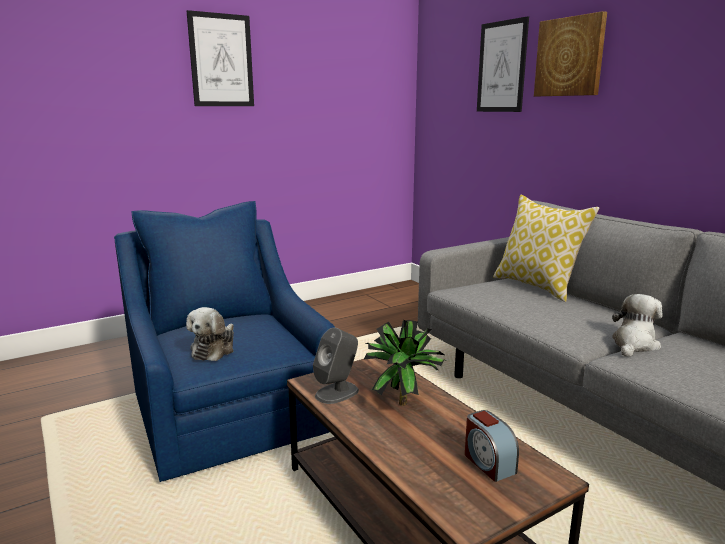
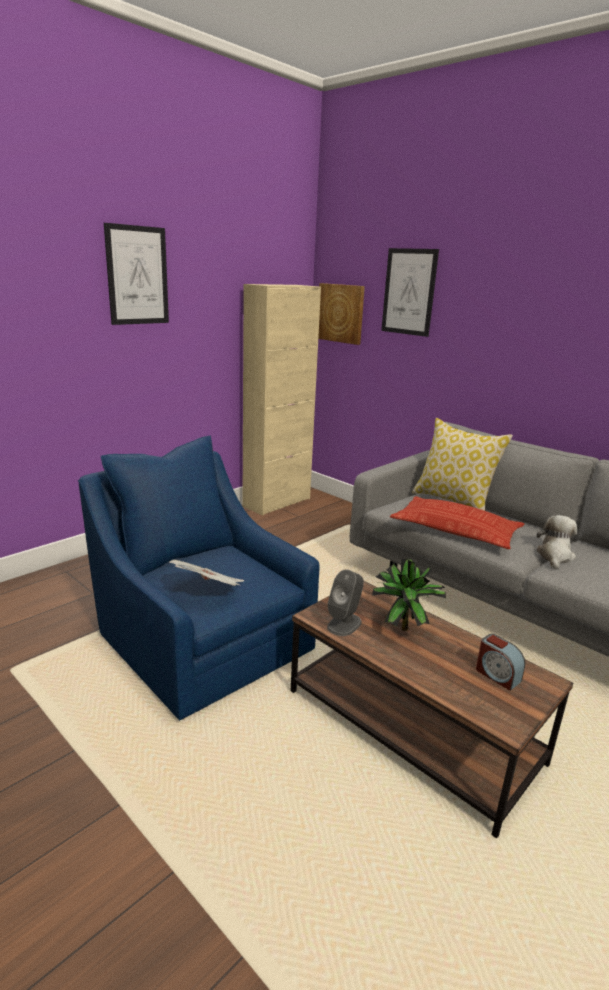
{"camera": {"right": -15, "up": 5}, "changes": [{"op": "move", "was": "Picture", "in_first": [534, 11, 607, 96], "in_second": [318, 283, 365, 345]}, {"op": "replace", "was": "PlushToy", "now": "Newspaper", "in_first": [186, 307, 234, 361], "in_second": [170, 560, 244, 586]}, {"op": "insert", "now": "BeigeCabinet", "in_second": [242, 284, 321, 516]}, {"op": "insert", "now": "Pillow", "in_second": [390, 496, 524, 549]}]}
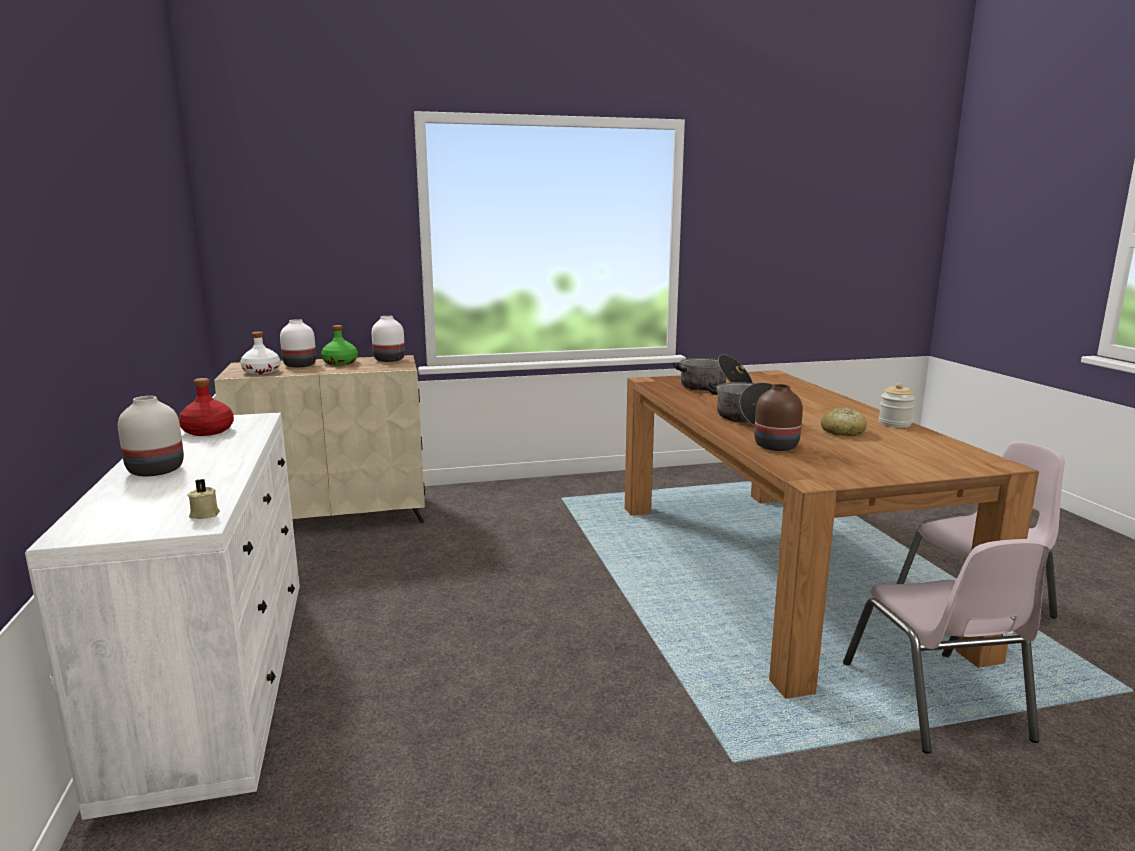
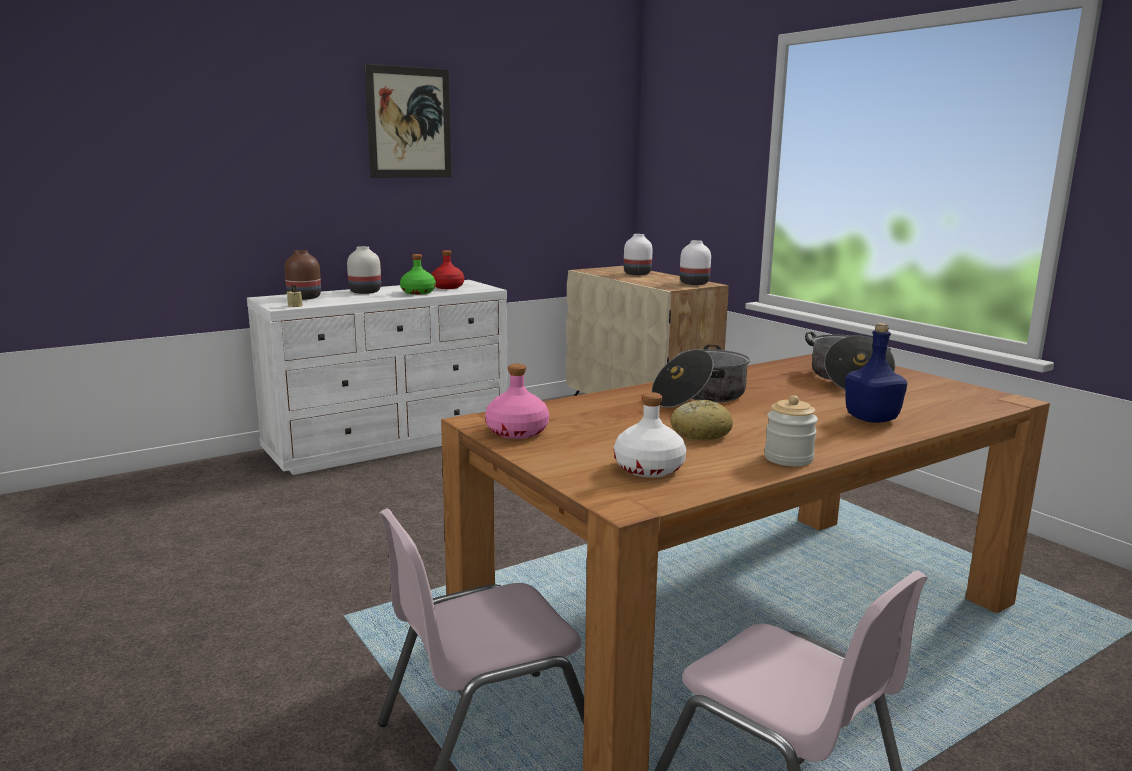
{"camera": {"right": 70, "up": 0}, "changes": [{"op": "move", "was": "GreenBottle", "in_first": [321, 325, 358, 365], "in_second": [400, 254, 436, 295]}, {"op": "move", "was": "WhiteBottle", "in_first": [240, 332, 281, 374], "in_second": [614, 392, 686, 478]}, {"op": "move", "was": "BrownVase", "in_first": [754, 384, 803, 451], "in_second": [284, 250, 321, 300]}, {"op": "insert", "now": "Picture", "in_second": [364, 64, 452, 178]}, {"op": "insert", "now": "BlueBottle", "in_second": [845, 323, 907, 423]}, {"op": "insert", "now": "PinkBottle", "in_second": [485, 364, 549, 439]}]}
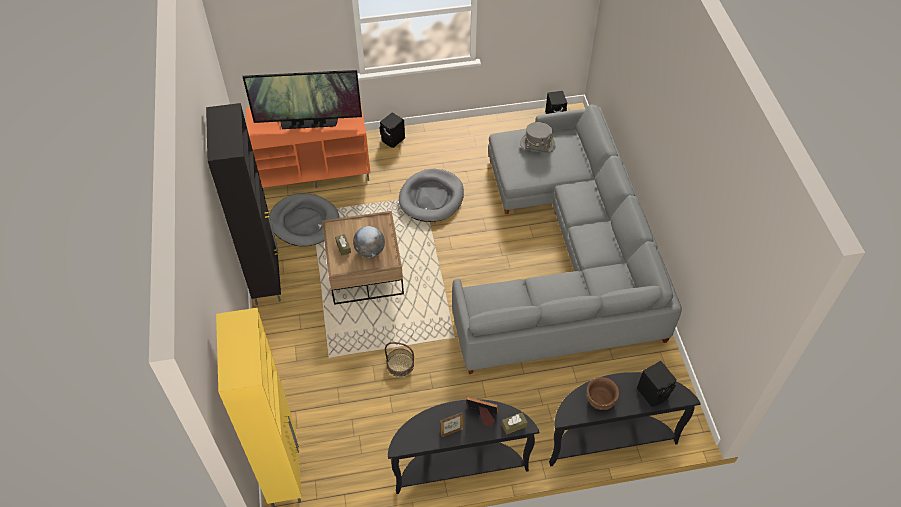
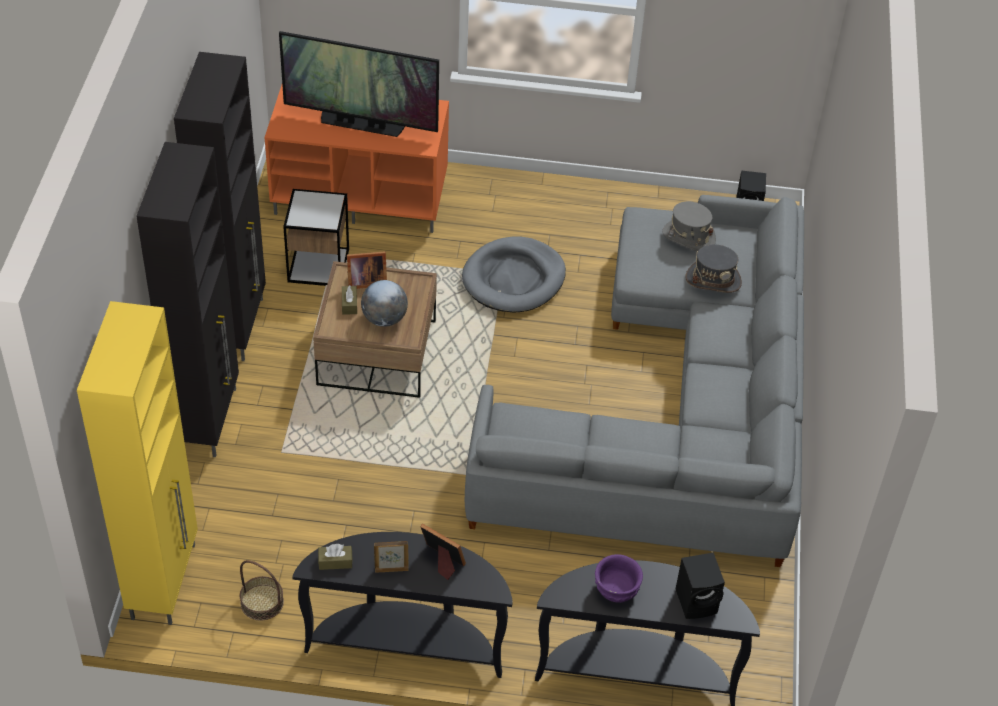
{"camera": {"right": 15, "up": -5}, "changes": [{"op": "delete", "was": "BlackSpeaker", "in_first": [379, 112, 405, 148]}, {"op": "replace", "was": "GreyDogBed", "now": "SideTable", "in_first": [269, 193, 339, 246], "in_second": [283, 189, 349, 286]}, {"op": "move", "was": "Basket", "in_first": [385, 342, 414, 377], "in_second": [240, 560, 284, 621]}, {"op": "recolor", "was": "BrownBowl", "now": "PurpleBowl", "in_first": [586, 377, 619, 410], "in_second": [595, 554, 643, 603]}, {"op": "move", "was": "BrownTissueBox", "in_first": [501, 412, 528, 435], "in_second": [318, 544, 353, 570]}, {"op": "insert", "now": "BlackCabinet", "in_second": [136, 142, 239, 457]}, {"op": "insert", "now": "GreyHat", "in_second": [685, 245, 742, 293]}, {"op": "insert", "now": "PictureFrame", "in_second": [347, 251, 387, 289]}]}
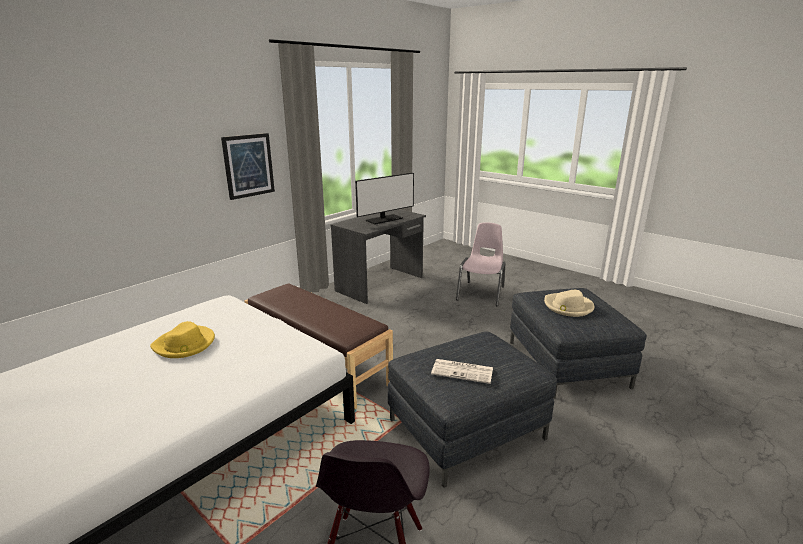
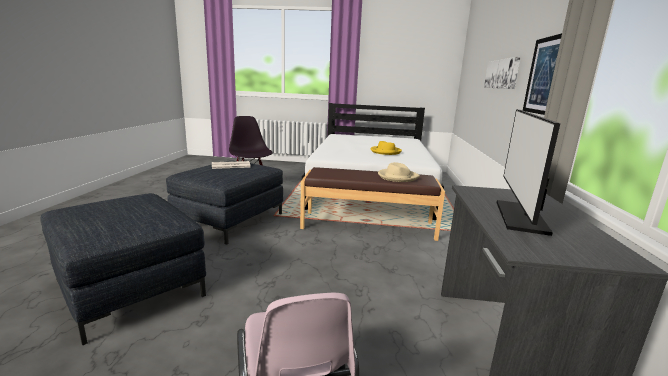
{"camera": {"right": 145, "up": -5}, "changes": [{"op": "move", "was": "BeigeHat", "in_first": [544, 290, 594, 317], "in_second": [378, 162, 420, 182]}, {"op": "insert", "now": "Picture", "in_second": [484, 57, 521, 89]}]}
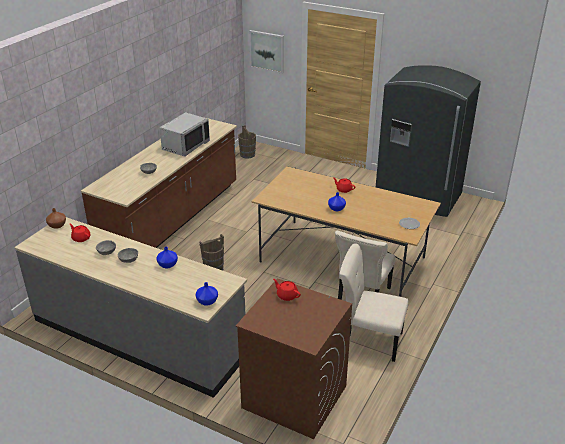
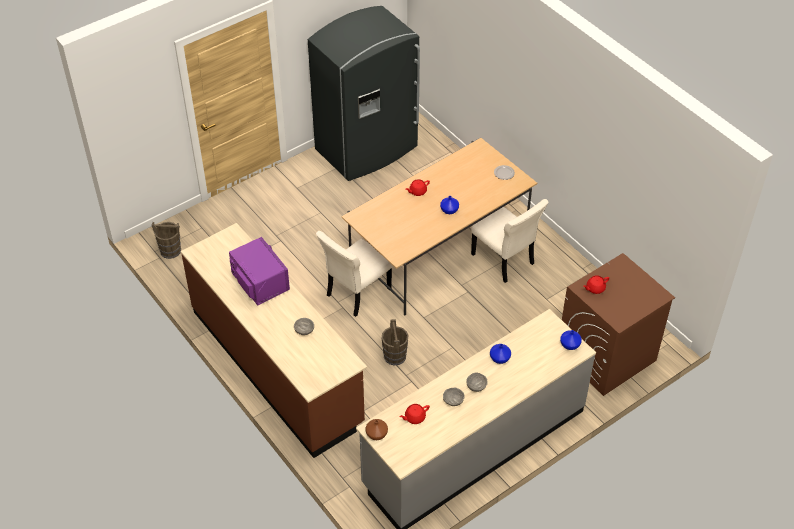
{"camera": {"right": -65, "up": 15}, "changes": [{"op": "delete", "was": "Picture", "in_first": [249, 30, 284, 74]}, {"op": "recolor", "was": "GreyMicrowave", "now": "PurpleMicrowave", "in_first": [160, 112, 210, 157], "in_second": [229, 237, 290, 306]}, {"op": "move", "was": "BeigeChair", "in_first": [340, 243, 408, 362], "in_second": [316, 231, 393, 317]}]}
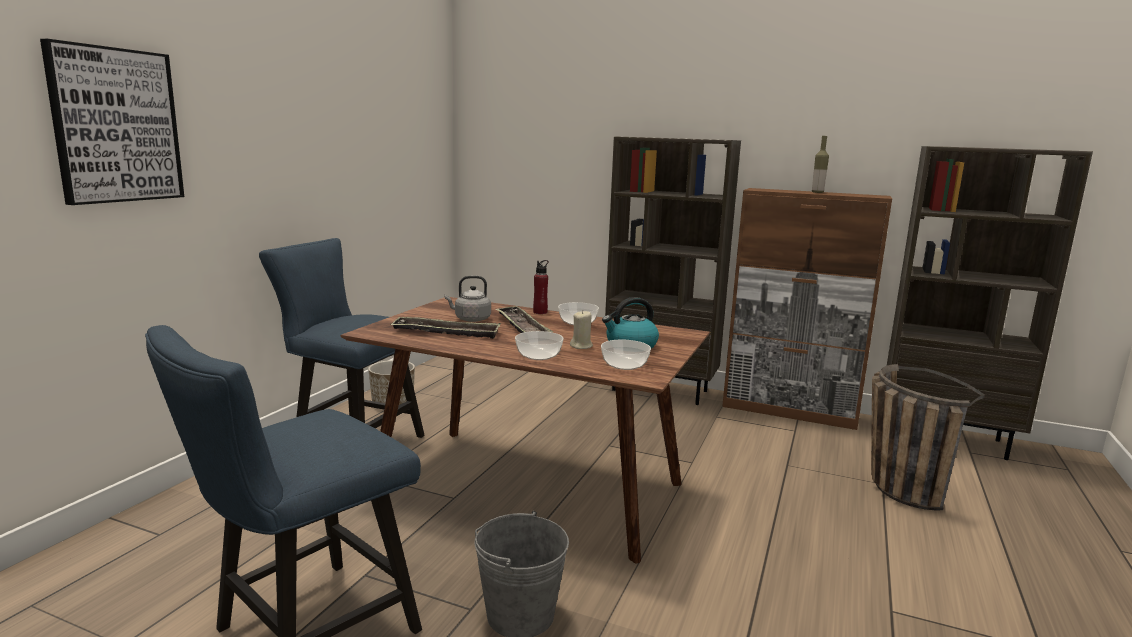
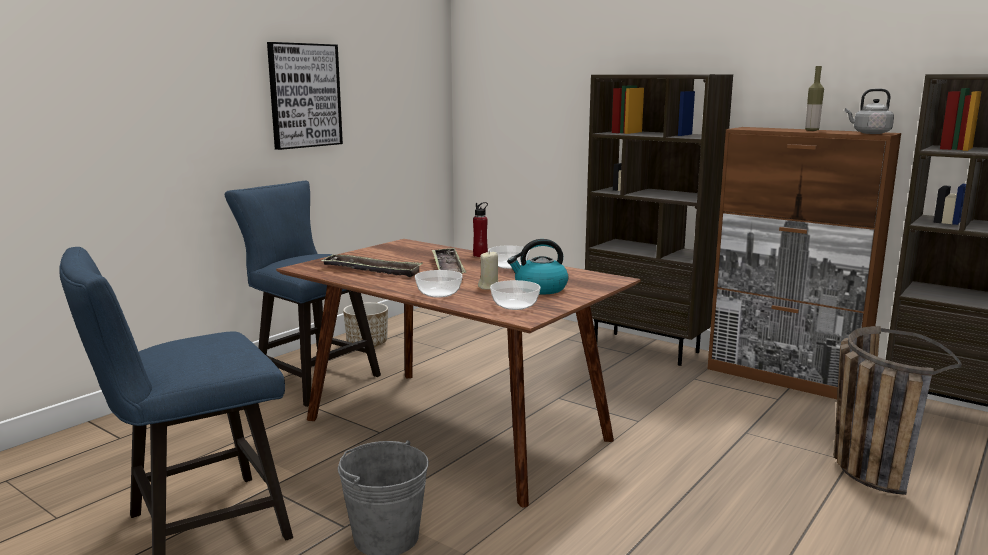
{"camera": {"right": 15, "up": 0}, "changes": [{"op": "move", "was": "Picture", "in_first": [40, 39, 184, 205], "in_second": [267, 42, 343, 150]}, {"op": "move", "was": "GreyKettle", "in_first": [445, 276, 491, 322], "in_second": [845, 88, 894, 134]}]}
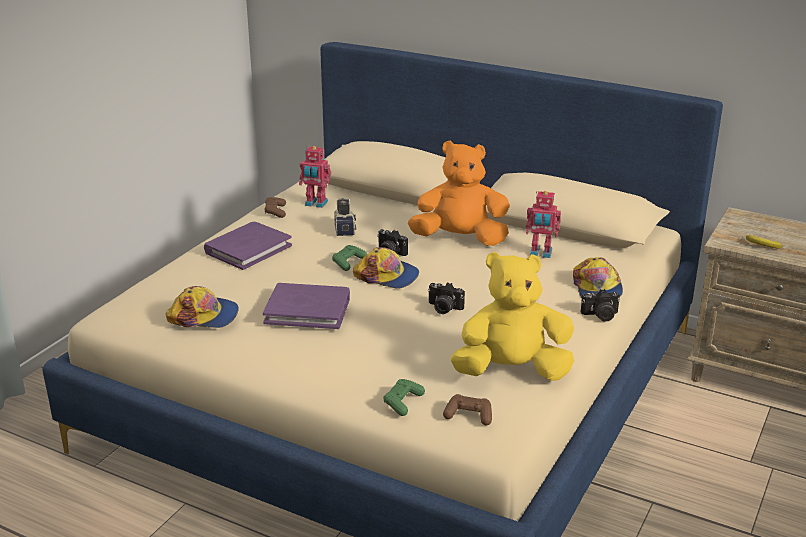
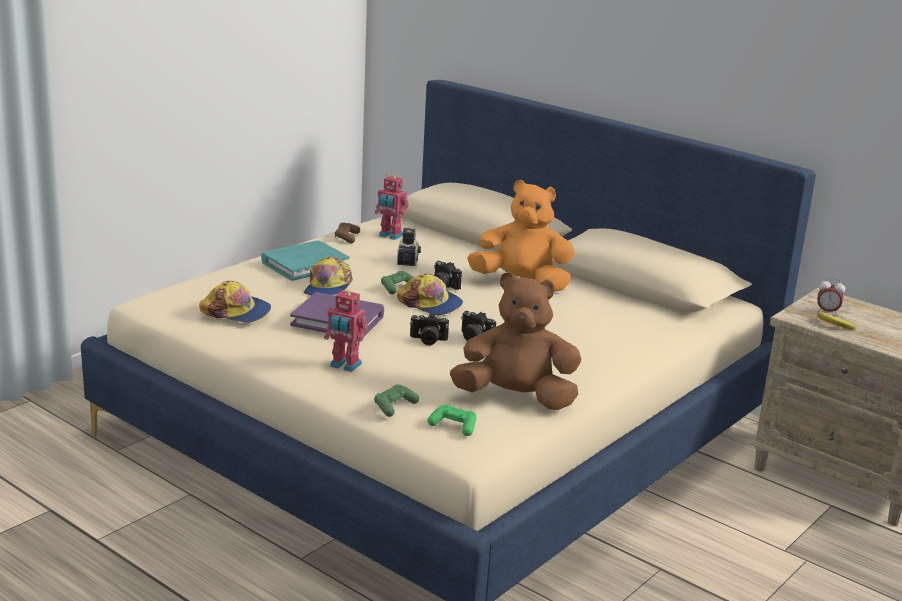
{"camera": {"right": 10, "up": -5}, "changes": [{"op": "move", "was": "ToyRobot", "in_first": [526, 191, 561, 258], "in_second": [324, 289, 368, 372]}, {"op": "recolor", "was": "PurpleBook", "now": "TurquoiseBook", "in_first": [204, 222, 292, 270], "in_second": [261, 240, 349, 281]}, {"op": "recolor", "was": "YellowPlushToy", "now": "BrownPlushToy", "in_first": [451, 252, 574, 381], "in_second": [450, 272, 581, 410]}, {"op": "move", "was": "Cap", "in_first": [573, 257, 623, 298], "in_second": [304, 257, 353, 295]}, {"op": "move", "was": "PhotoCamera", "in_first": [581, 289, 620, 322], "in_second": [410, 313, 449, 345]}, {"op": "recolor", "was": "BrownGameController", "now": "GreenGameController", "in_first": [443, 394, 492, 425], "in_second": [428, 404, 477, 436]}, {"op": "insert", "now": "AlarmClock", "in_second": [817, 278, 846, 315]}]}
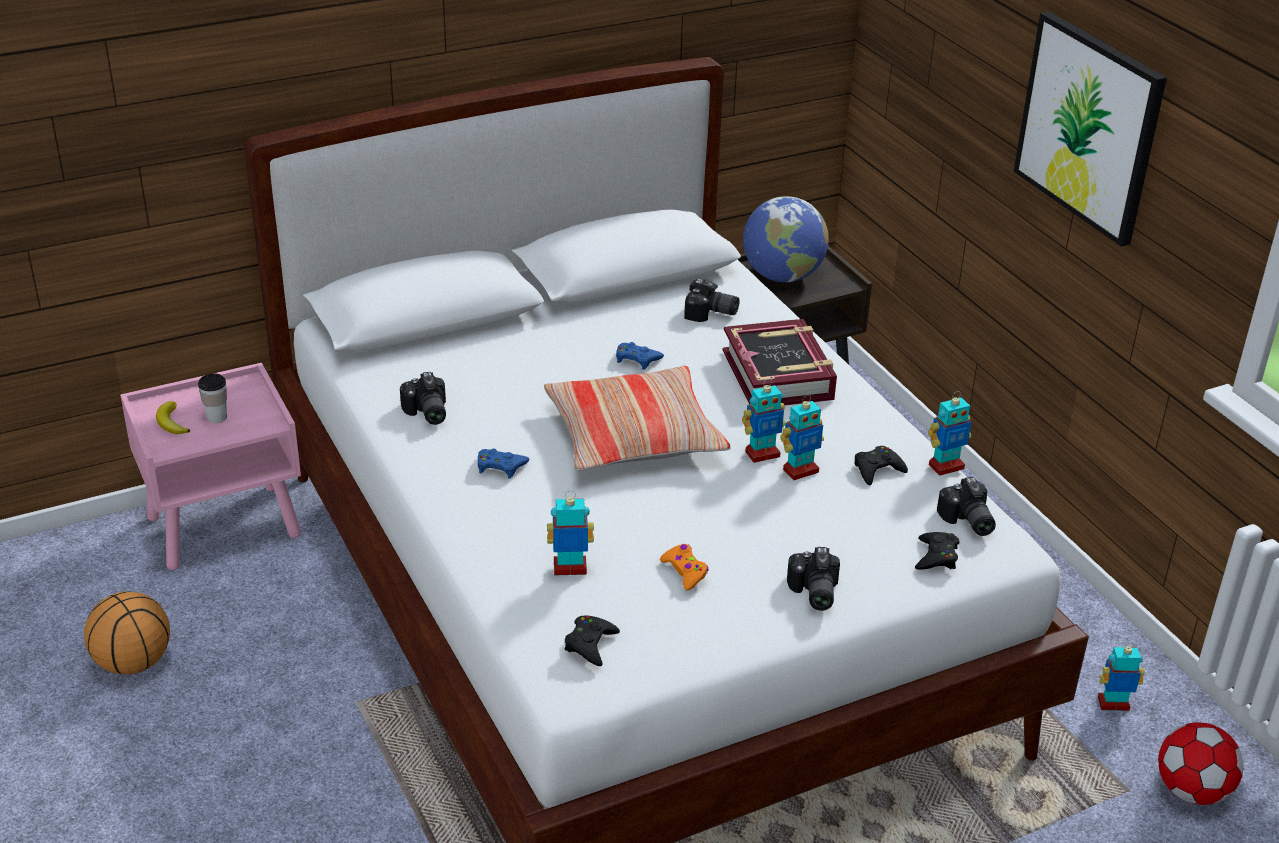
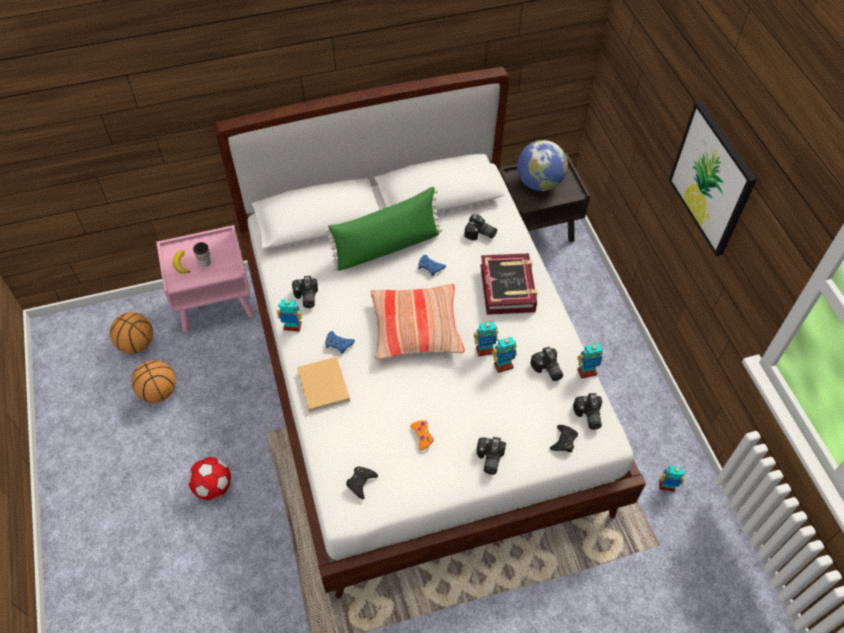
{"camera": {"right": 10, "up": 20}, "changes": [{"op": "replace", "was": "BlackGameController", "now": "PhotoCamera", "in_first": [854, 446, 908, 485], "in_second": [530, 346, 563, 381]}, {"op": "move", "was": "ToyRobot", "in_first": [547, 491, 594, 575], "in_second": [277, 298, 302, 332]}, {"op": "move", "was": "Football", "in_first": [1158, 722, 1243, 805], "in_second": [188, 457, 231, 500]}, {"op": "insert", "now": "GreenPillow", "in_second": [324, 187, 442, 271]}, {"op": "insert", "now": "Basketball", "in_second": [110, 312, 153, 353]}, {"op": "insert", "now": "BeigeBook", "in_second": [297, 357, 350, 412]}]}
